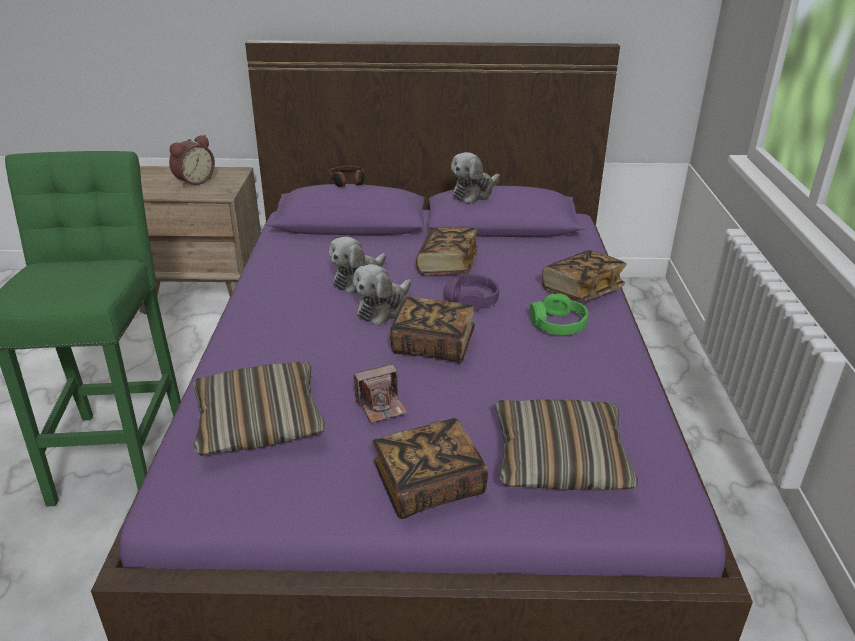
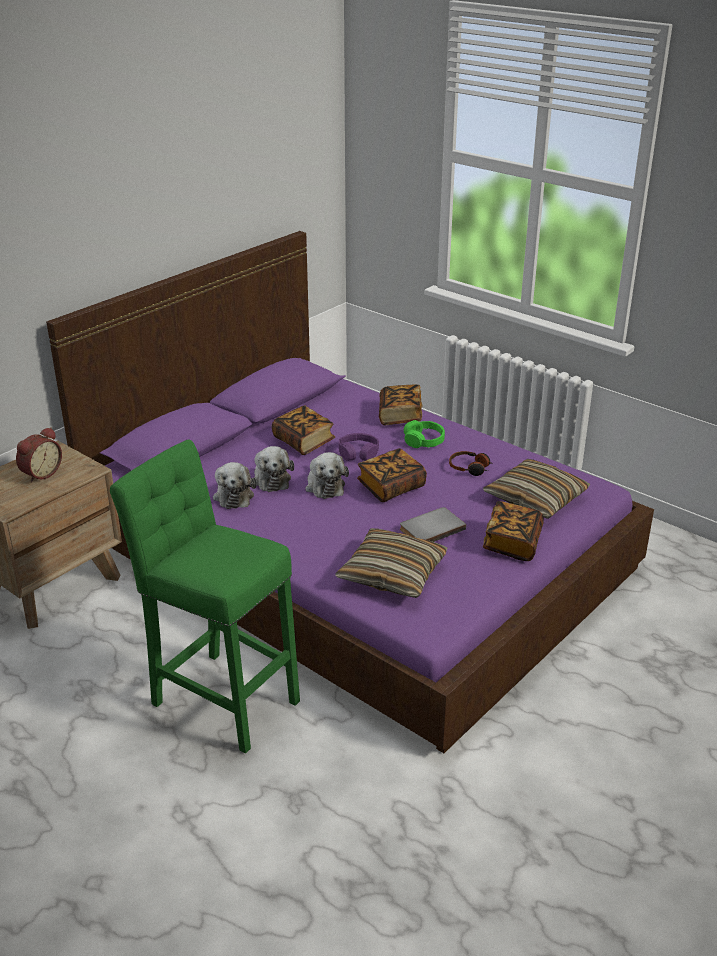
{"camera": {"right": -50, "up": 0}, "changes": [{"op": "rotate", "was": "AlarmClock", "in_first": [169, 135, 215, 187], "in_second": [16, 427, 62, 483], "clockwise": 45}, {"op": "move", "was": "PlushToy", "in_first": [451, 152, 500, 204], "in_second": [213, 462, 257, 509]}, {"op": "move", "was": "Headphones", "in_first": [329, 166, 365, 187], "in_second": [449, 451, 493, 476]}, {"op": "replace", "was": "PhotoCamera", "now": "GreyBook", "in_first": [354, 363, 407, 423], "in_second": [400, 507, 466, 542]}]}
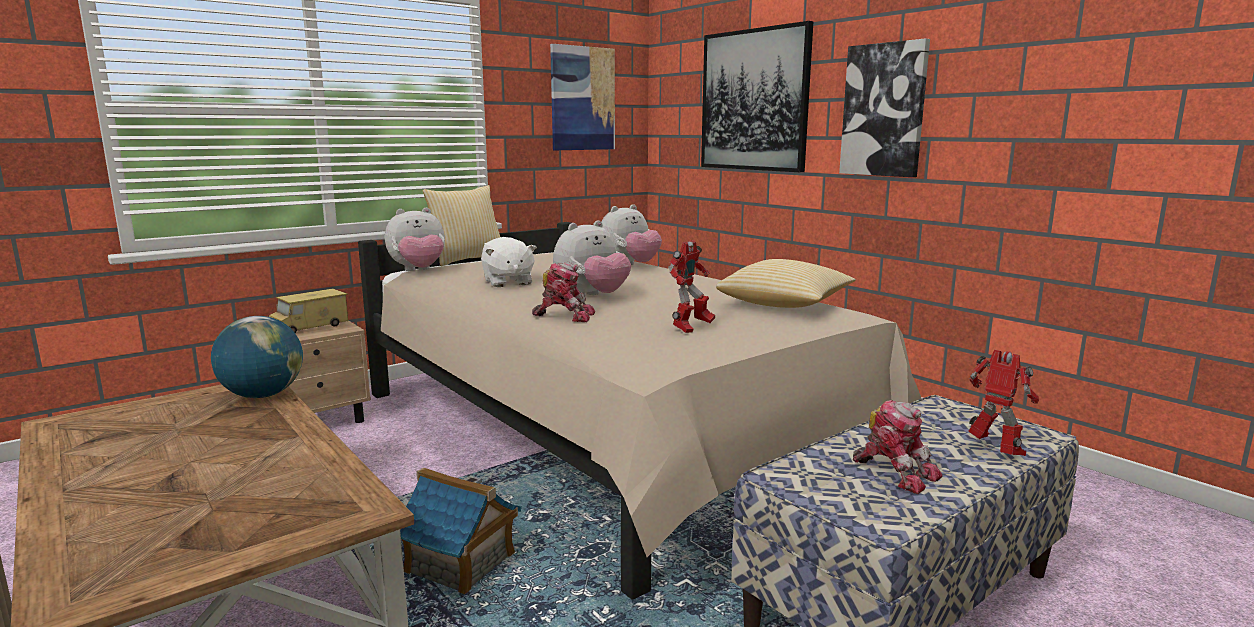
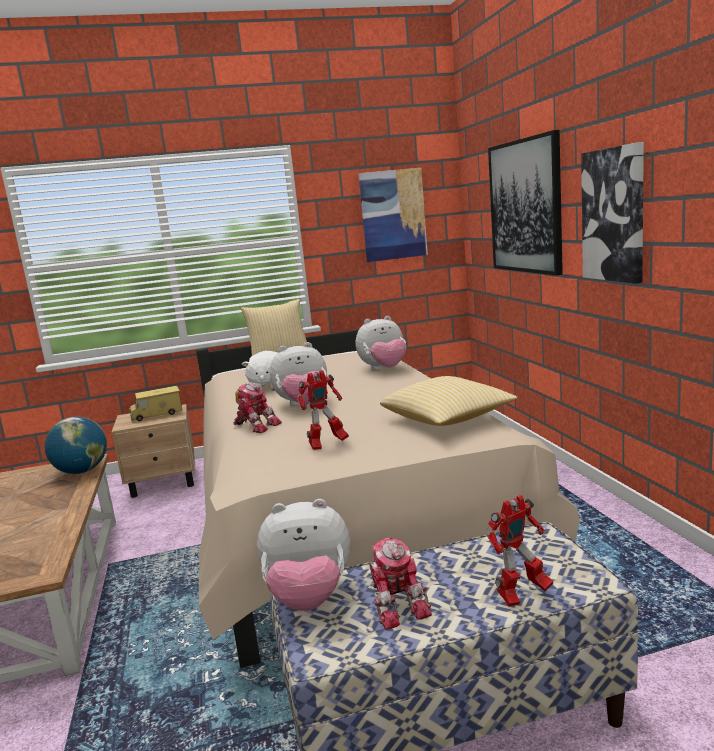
{"camera": {"right": 25, "up": 0}, "changes": [{"op": "move", "was": "PlushToy", "in_first": [385, 208, 445, 271], "in_second": [257, 499, 350, 611]}, {"op": "rotate", "was": "ToyRobot", "in_first": [968, 350, 1039, 456], "in_second": [486, 495, 553, 607], "clockwise": 75}, {"op": "delete", "was": "ToyHouse", "in_first": [400, 467, 522, 594]}]}
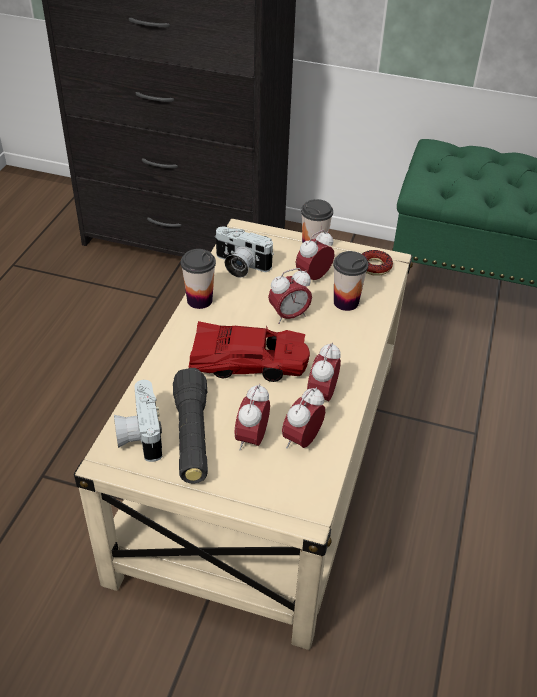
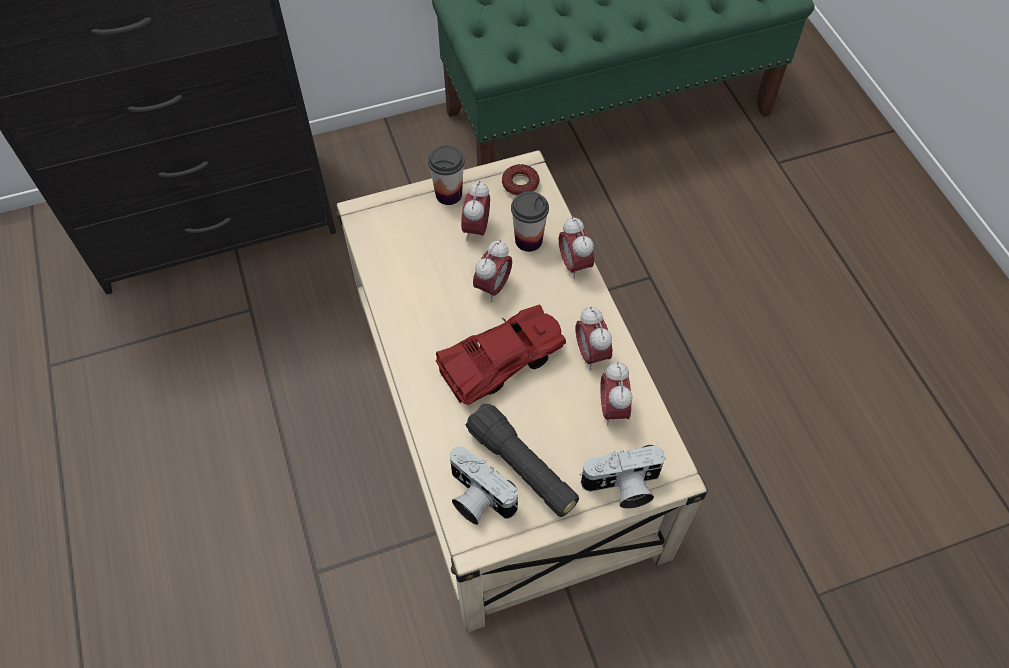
{"camera": {"right": -35, "up": 15}, "changes": [{"op": "move", "was": "PhotoCamera", "in_first": [215, 227, 274, 278], "in_second": [580, 445, 666, 509]}, {"op": "delete", "was": "Cup", "in_first": [181, 249, 216, 309]}, {"op": "move", "was": "AlarmClock", "in_first": [234, 384, 270, 450], "in_second": [559, 217, 594, 279]}]}
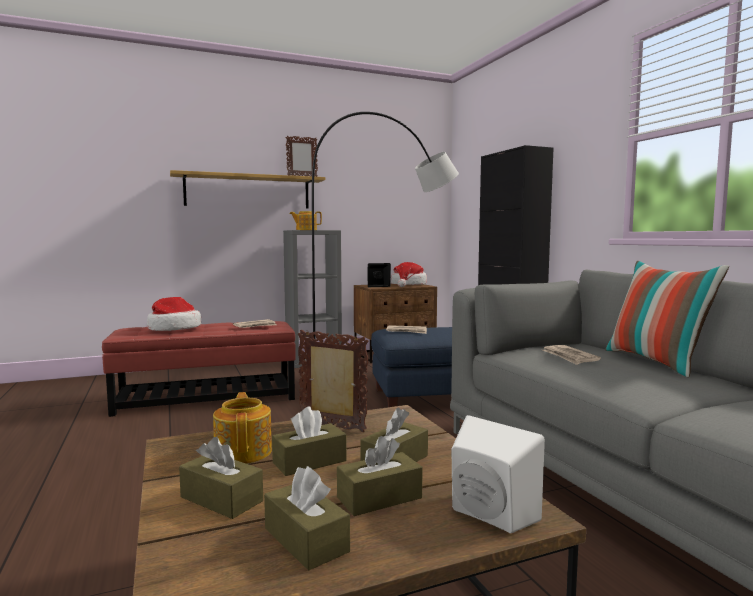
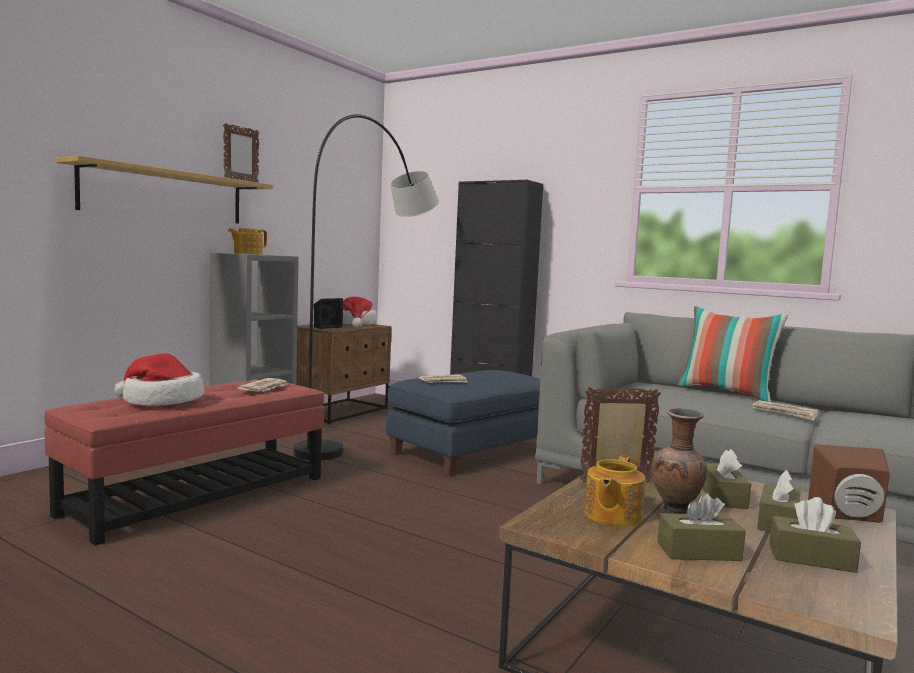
{"camera": {"right": -35, "up": 0}, "changes": [{"op": "move", "was": "Newspaper", "in_first": [542, 345, 601, 365], "in_second": [752, 400, 819, 420]}, {"op": "rotate", "was": "Teapot", "in_first": [213, 392, 272, 464], "in_second": [584, 455, 645, 527], "clockwise": -105}, {"op": "replace", "was": "BrownTissueBox", "now": "BrownVase", "in_first": [272, 406, 347, 476], "in_second": [652, 408, 707, 514]}, {"op": "recolor", "was": "WhiteSpeaker", "now": "BrownSpeaker", "in_first": [452, 415, 545, 533], "in_second": [808, 444, 890, 523]}]}
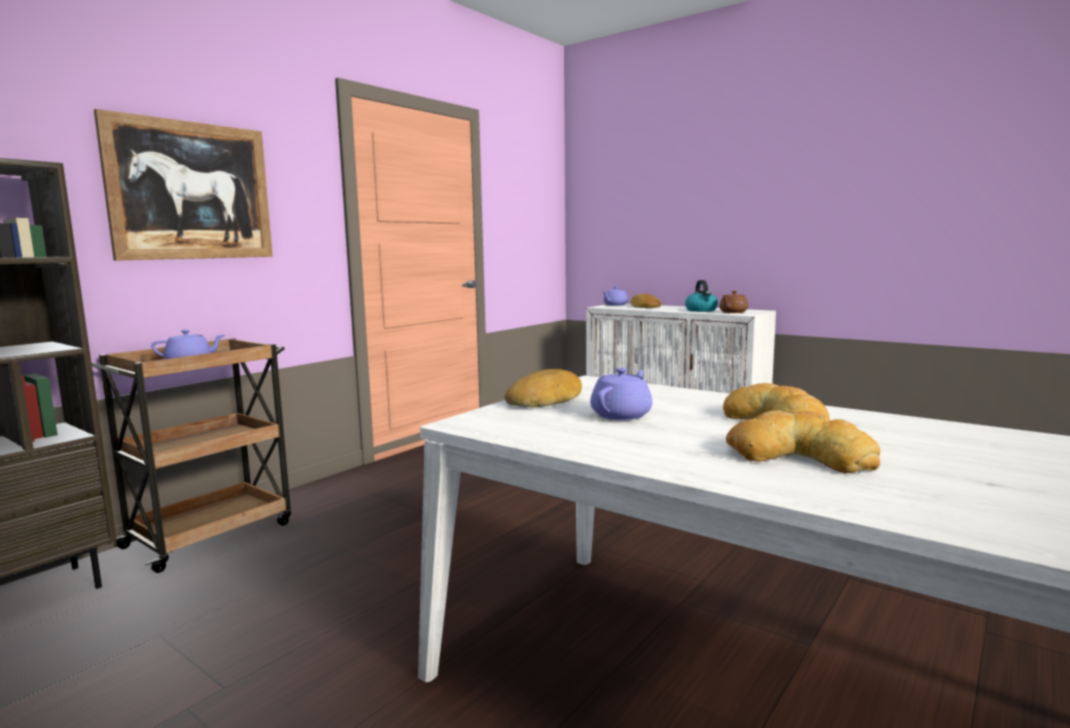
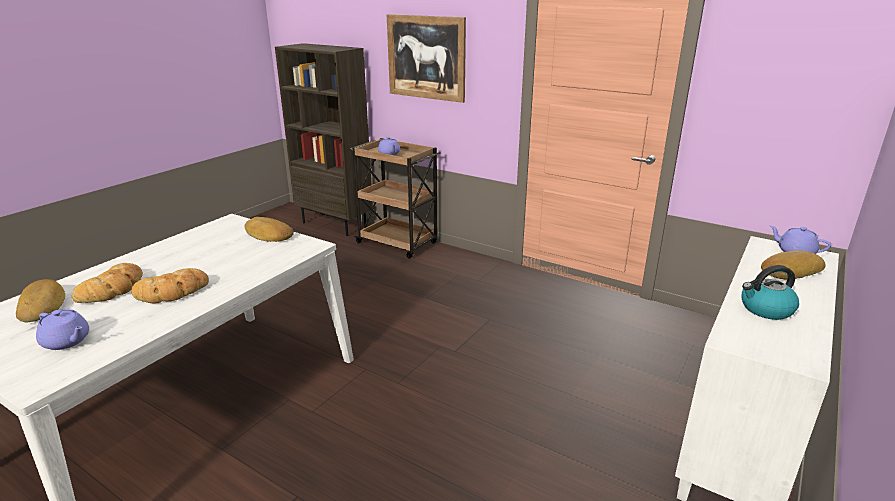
{"camera": {"right": 85, "up": 15}, "changes": [{"op": "delete", "was": "BrownTeapot", "in_first": [719, 291, 748, 313]}, {"op": "move", "was": "PurpleTeapot", "in_first": [590, 368, 652, 420], "in_second": [36, 309, 89, 350]}, {"op": "insert", "now": "Bread", "in_second": [16, 279, 65, 322]}]}
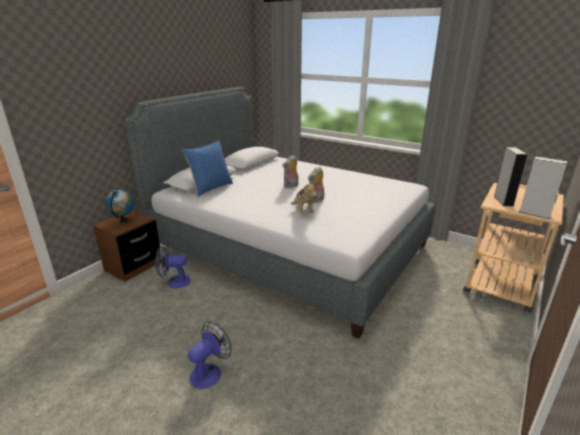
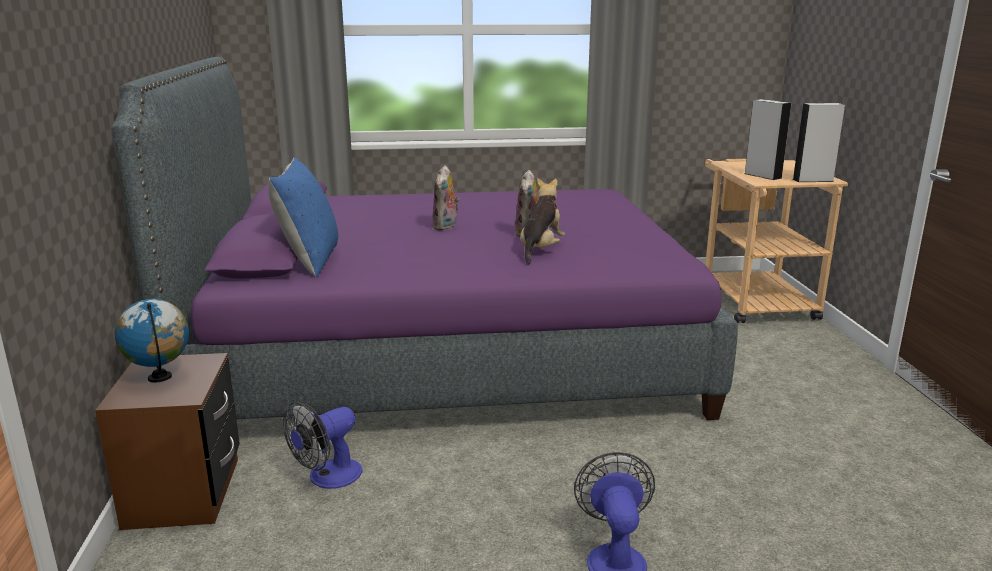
{"camera": {"right": -40, "up": -5}, "changes": [{"op": "recolor", "was": "GreyBed", "now": "PurpleBed", "in_first": [124, 87, 435, 339], "in_second": [112, 57, 738, 420]}, {"op": "rotate", "was": "PlushToy", "in_first": [291, 181, 316, 213], "in_second": [520, 178, 565, 264], "clockwise": -105}]}
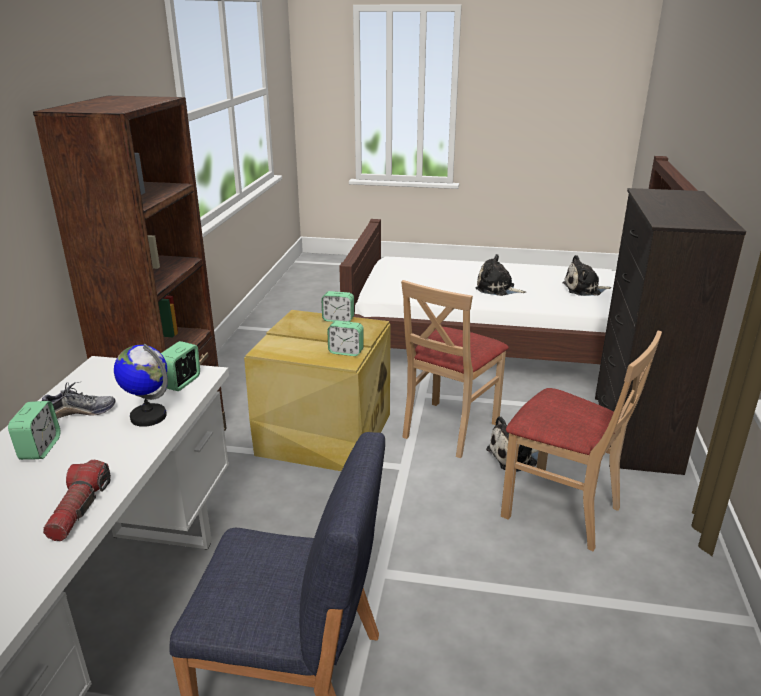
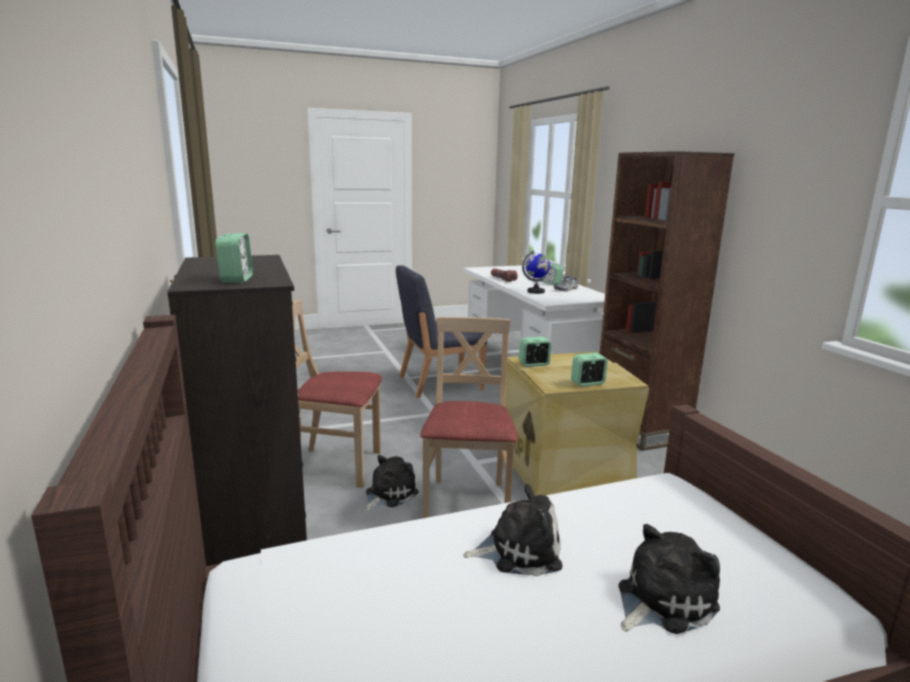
{"camera": {"right": 150, "up": -10}, "changes": [{"op": "move", "was": "PlushToy", "in_first": [562, 255, 611, 296], "in_second": [618, 524, 720, 634]}, {"op": "move", "was": "AlarmClock", "in_first": [161, 341, 200, 391], "in_second": [215, 233, 253, 283]}]}
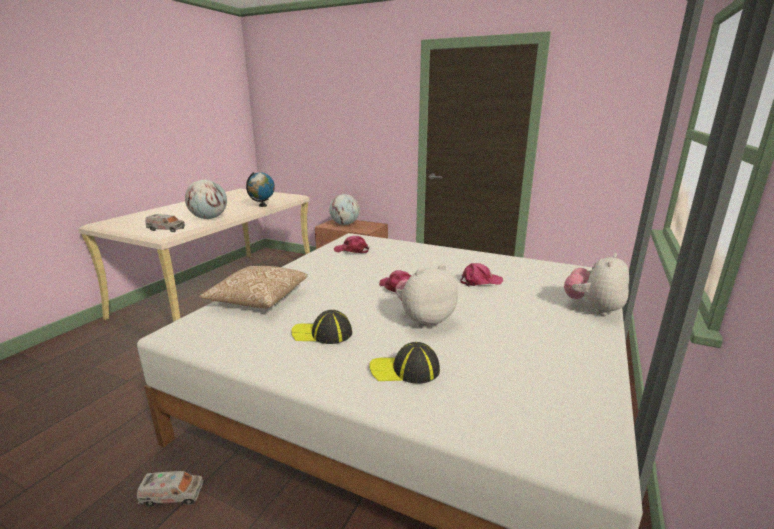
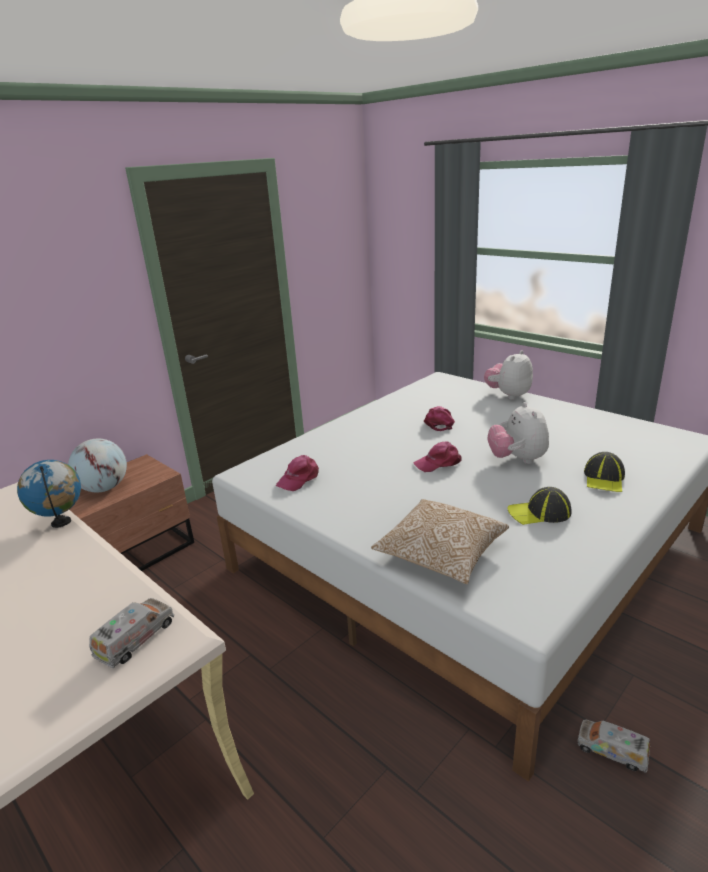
{"camera": {"right": -70, "up": 5}, "changes": [{"op": "delete", "was": "Globe", "in_first": [185, 180, 227, 219]}, {"op": "rotate", "was": "PlushToy", "in_first": [564, 253, 629, 316], "in_second": [484, 350, 533, 400], "clockwise": 75}, {"op": "rotate", "was": "Cap", "in_first": [291, 310, 352, 344], "in_second": [507, 487, 572, 525], "clockwise": 60}, {"op": "rotate", "was": "ToyTruck", "in_first": [137, 471, 203, 506], "in_second": [578, 720, 650, 773], "clockwise": -75}]}
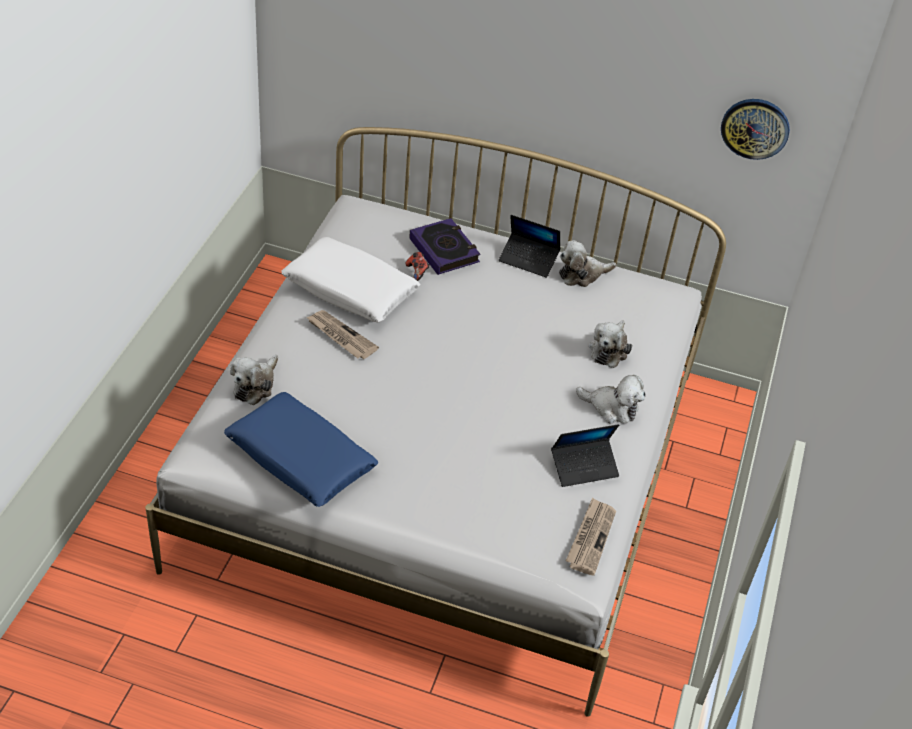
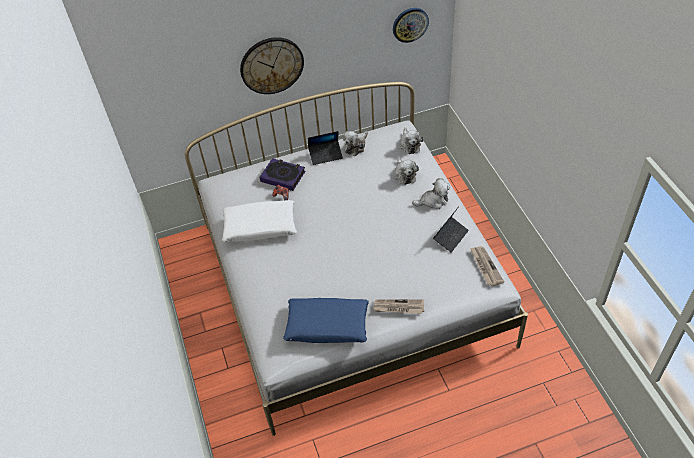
{"camera": {"right": -30, "up": 5}, "changes": [{"op": "move", "was": "Newspaper", "in_first": [306, 310, 379, 359], "in_second": [374, 299, 424, 314]}, {"op": "move", "was": "PlushToy", "in_first": [230, 355, 278, 405], "in_second": [399, 128, 423, 154]}, {"op": "insert", "now": "WallClock", "in_second": [240, 37, 304, 94]}]}
